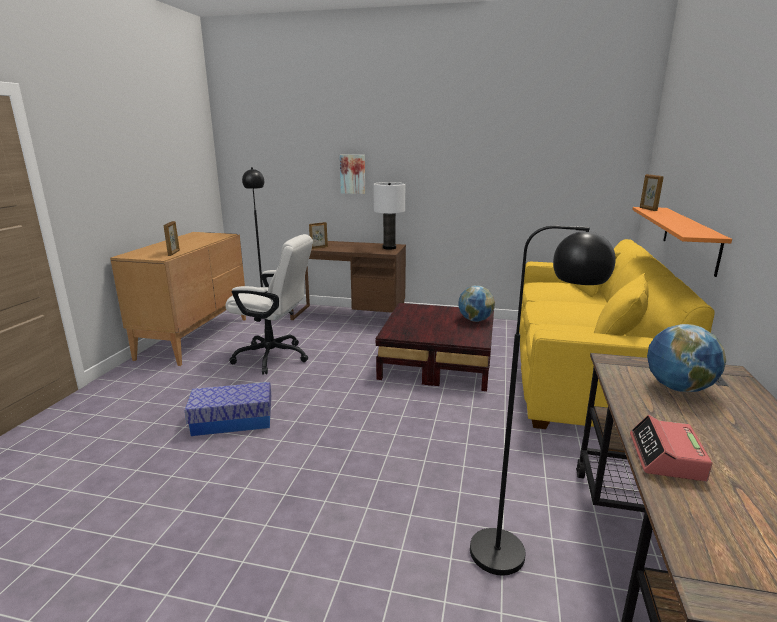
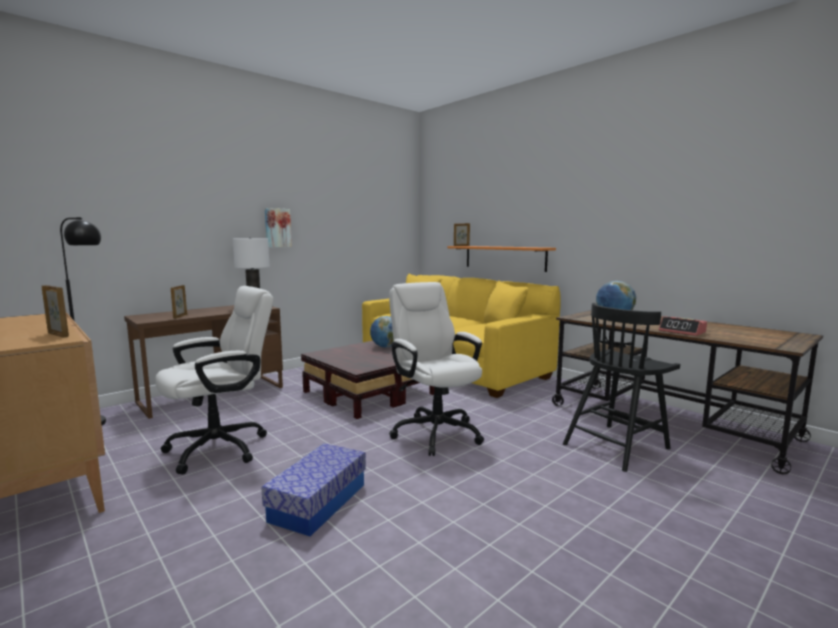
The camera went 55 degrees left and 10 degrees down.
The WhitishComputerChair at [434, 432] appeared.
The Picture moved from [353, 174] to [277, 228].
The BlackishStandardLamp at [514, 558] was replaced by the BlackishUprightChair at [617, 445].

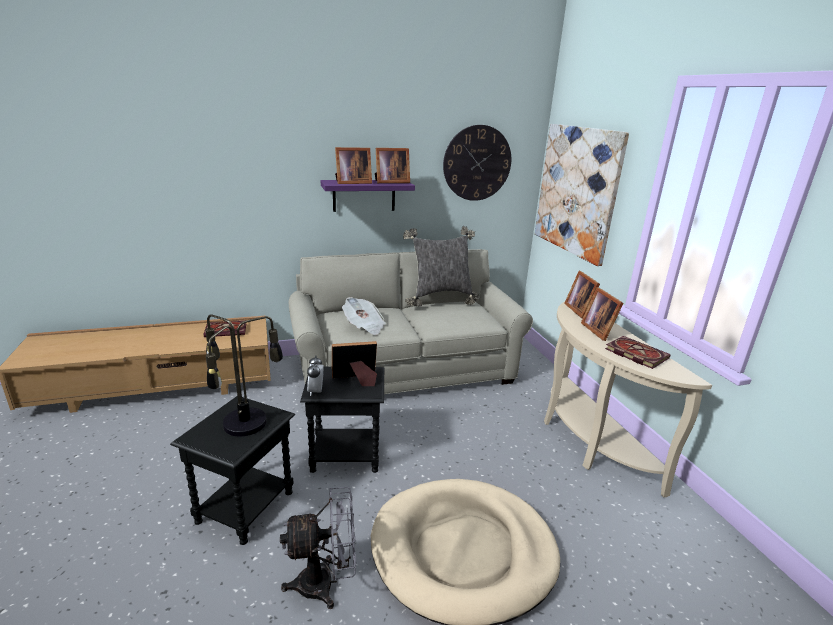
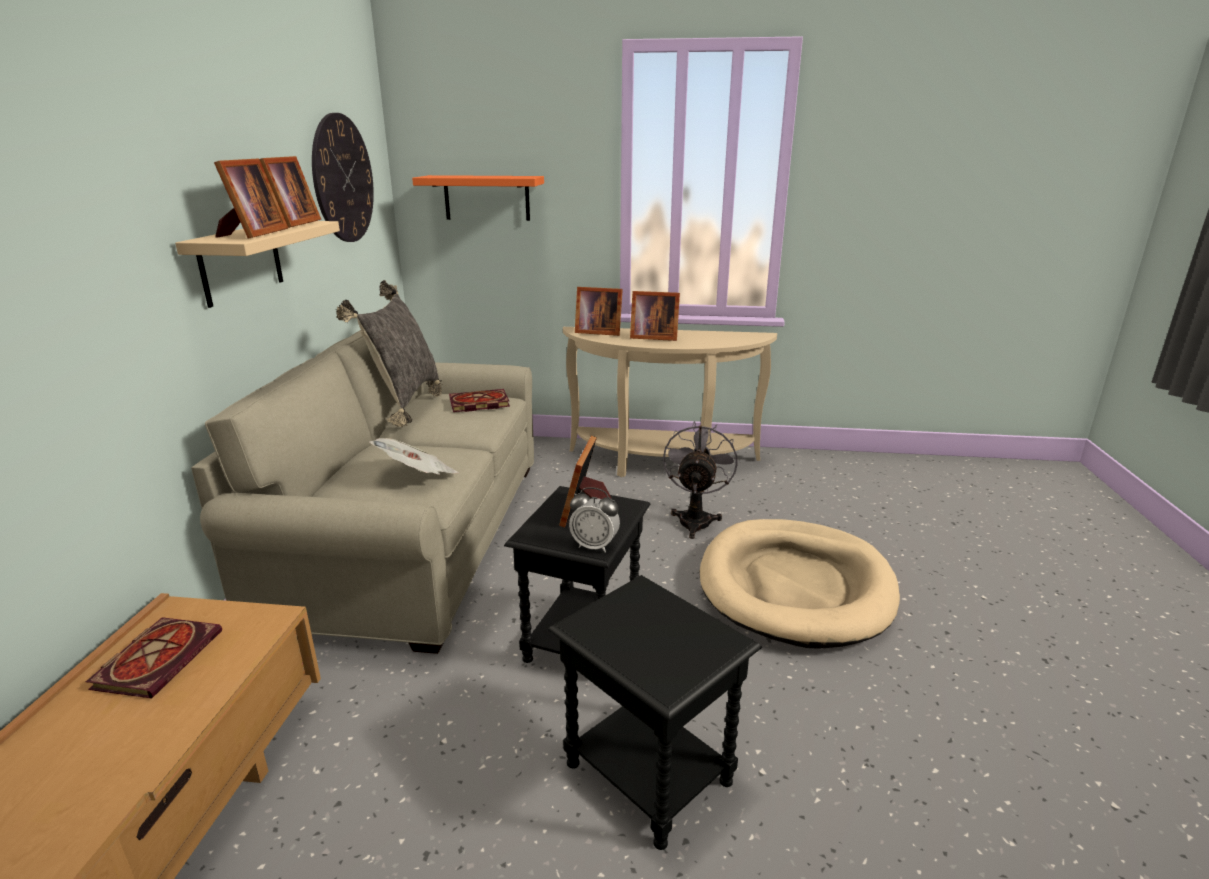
The camera went 65 degrees left and 0 degrees up.
The TabletopLamp at [244, 423] disappeared.
The GrayElectricFan moved from [325, 583] to [695, 518].
The BoundBook moved from [634, 353] to [478, 403].
The Picture at [577, 191] was replaced by the OrangeColouredShelf at [487, 198].
The PurpleColouredShelf at [364, 195] became the BeigeShelf at [241, 262].

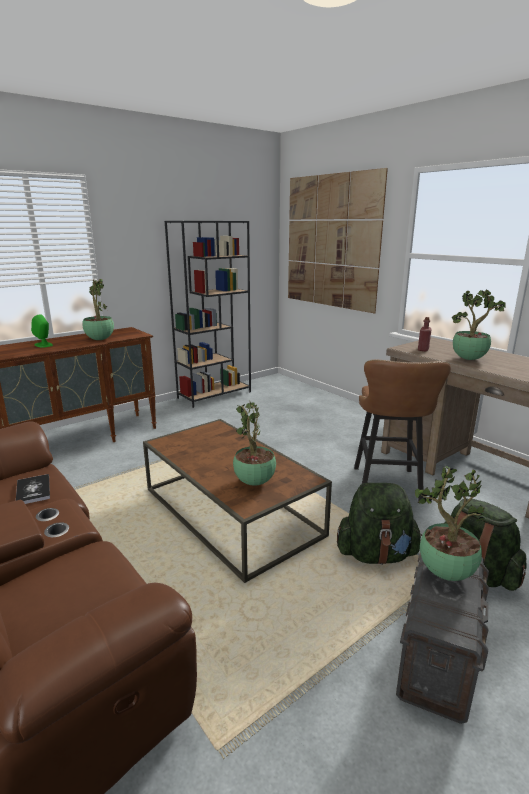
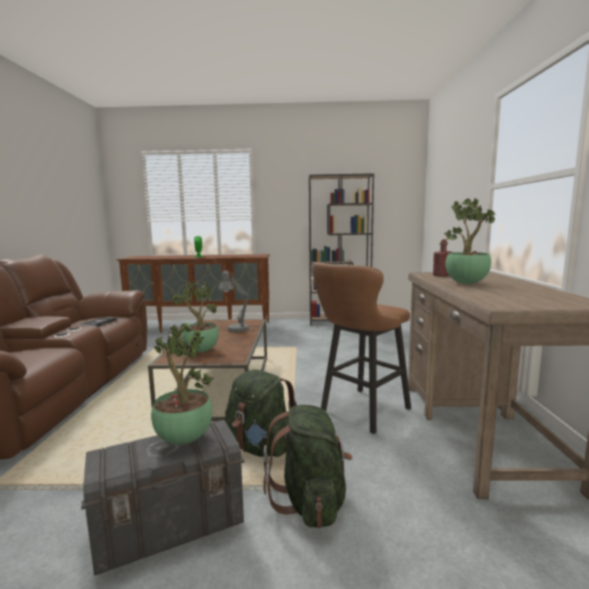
The camera went 40 degrees right and 10 degrees down.
The PottedPlant at [99, 339] disappeared.
The Picture at [331, 242] disappeared.
The GrayTabletopLamp at [235, 328] appeared.

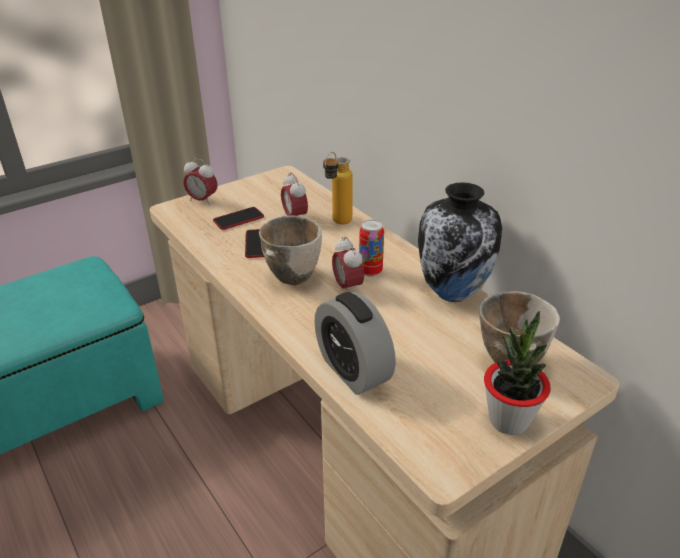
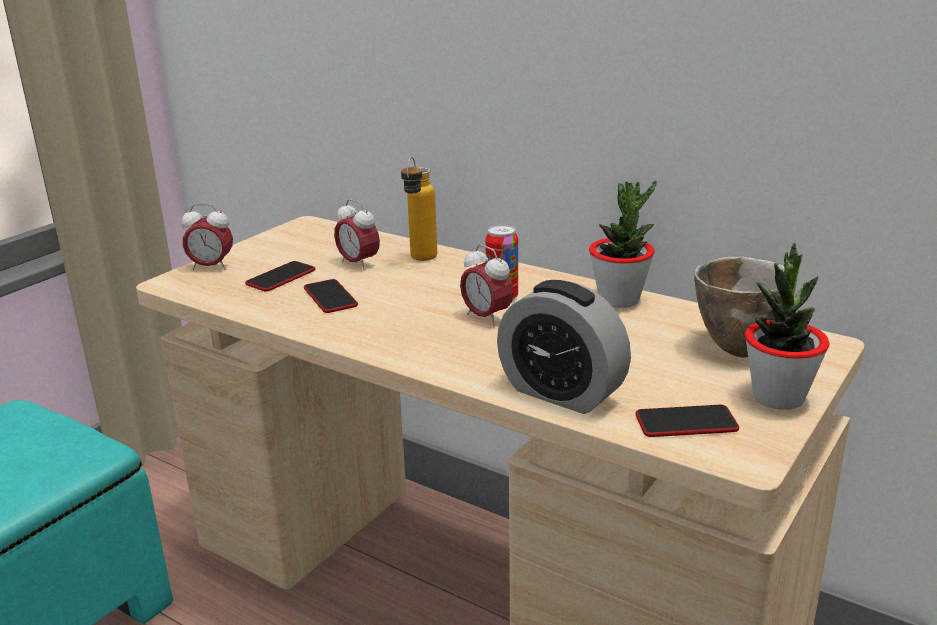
The camera went 20 degrees left and 10 degrees down.
The ServingBowl at [295, 276] disappeared.
The Telephone at [686, 423] appeared.
The Vase at [453, 293] was replaced by the PottedPlant at [619, 300].

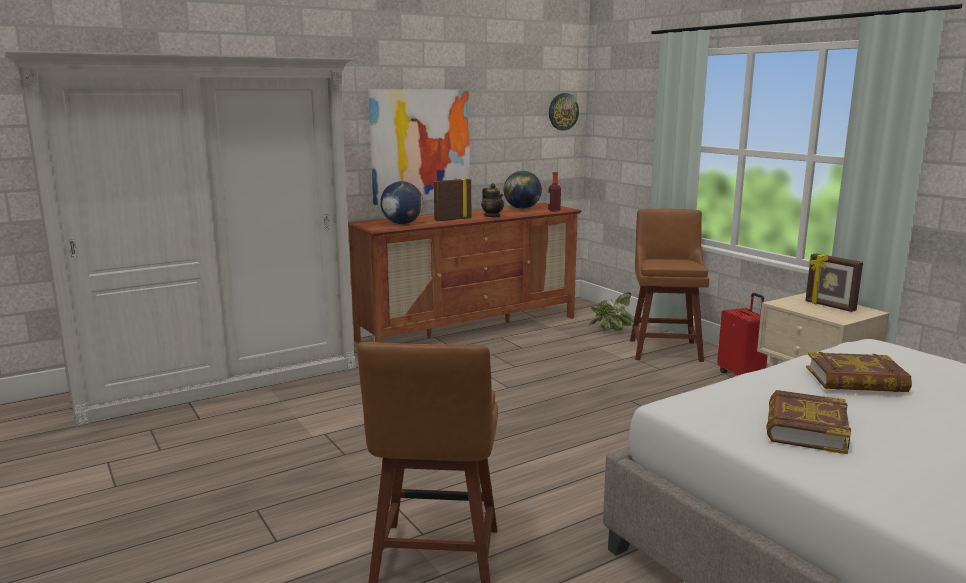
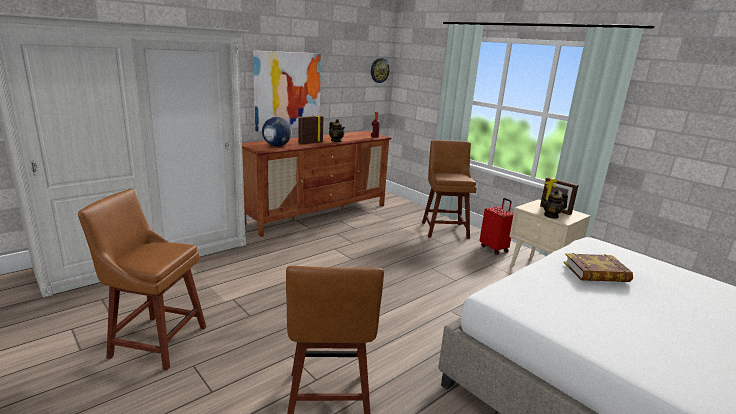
The camera went 10 degrees left and 5 degrees up.
The DeskGlobe at [522, 208] disappeared.
The PottedPlant at [612, 331] disappeared.
The BoundBook at [805, 428] disappeared.
The BrownColouredUprightChair at [155, 340] appeared.
The PotForTea at [551, 216] appeared.

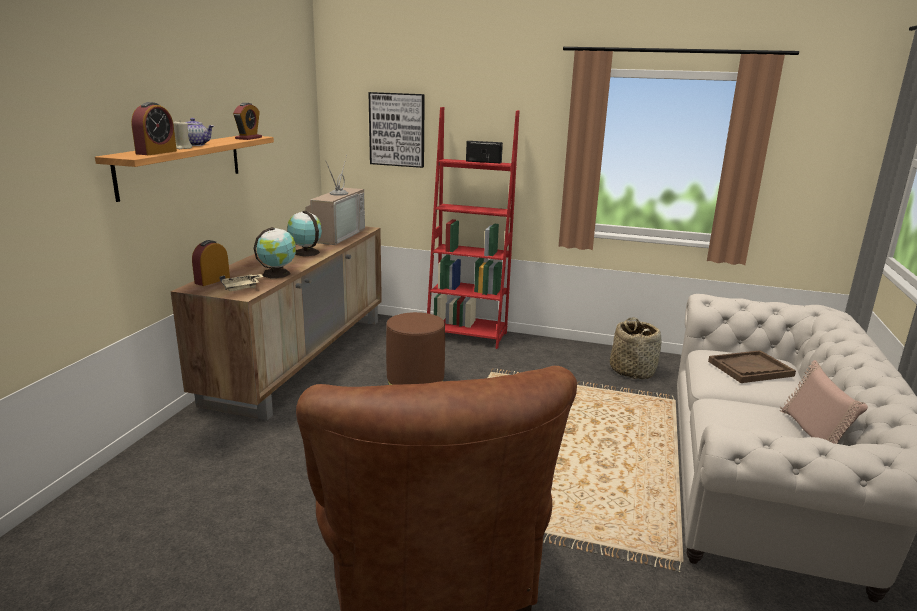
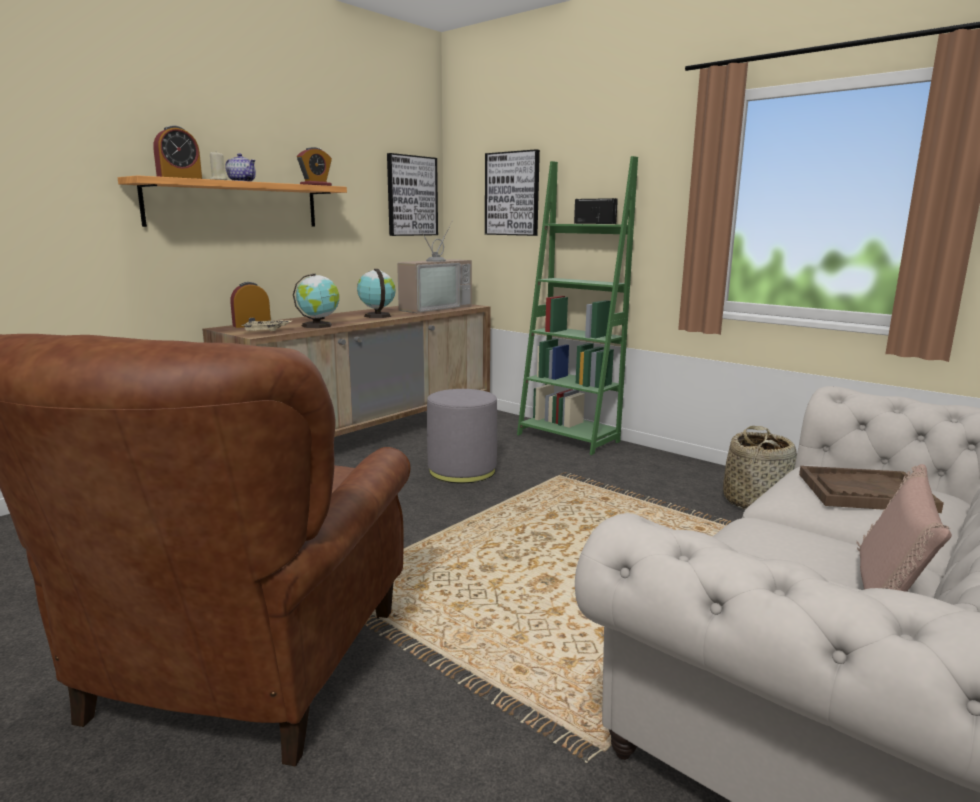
The camera went 25 degrees right and 5 degrees down.
The Picture at [411, 196] appeared.
The BrownColouredFootrest at [415, 381] became the GrayFootrest at [462, 470].
The RedColouredShelvingUnit at [466, 335] became the GreenShelvingUnit at [568, 438].

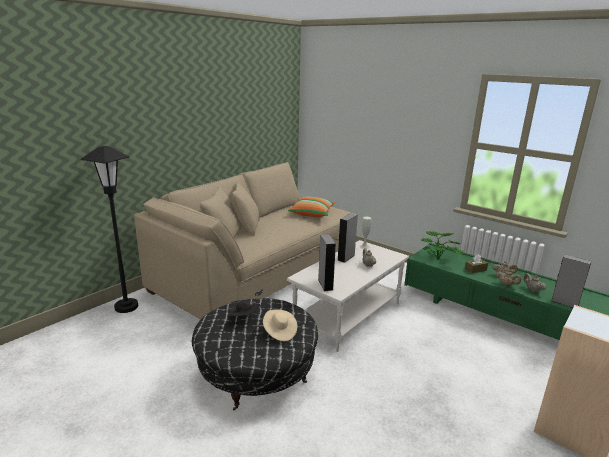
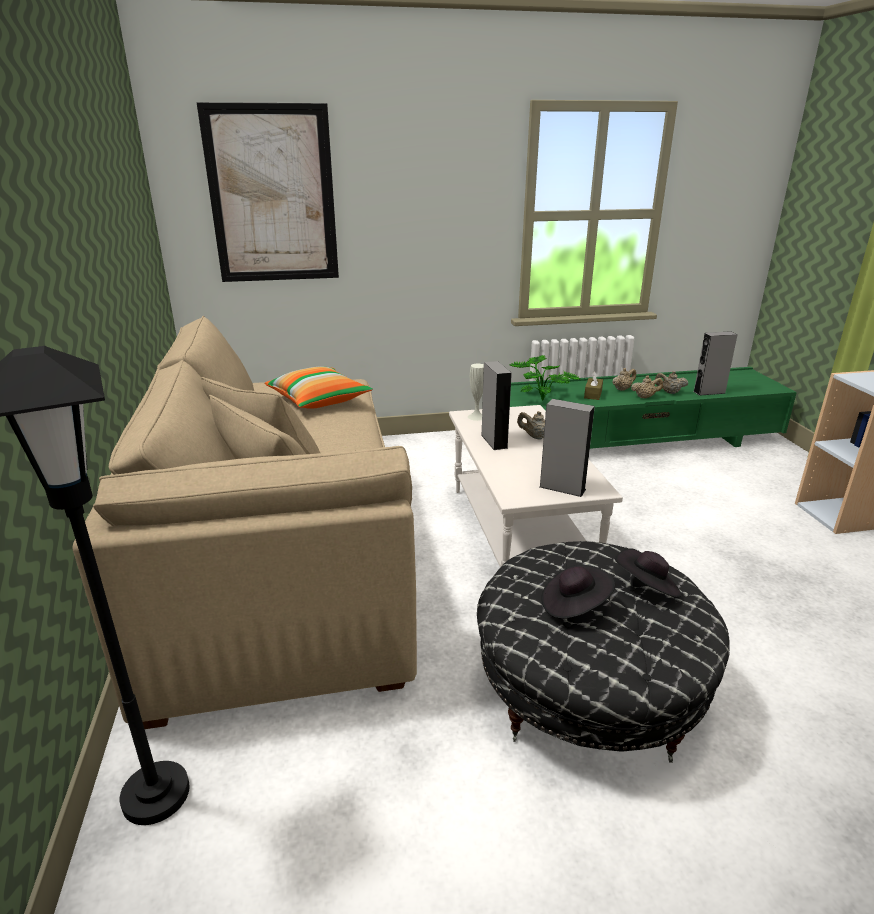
The camera went 50 degrees left and 5 degrees up.
The Picture at [272, 196] appeared.
The BeigeClothingHat at [279, 332] became the BlackishClothingHat at [647, 587].

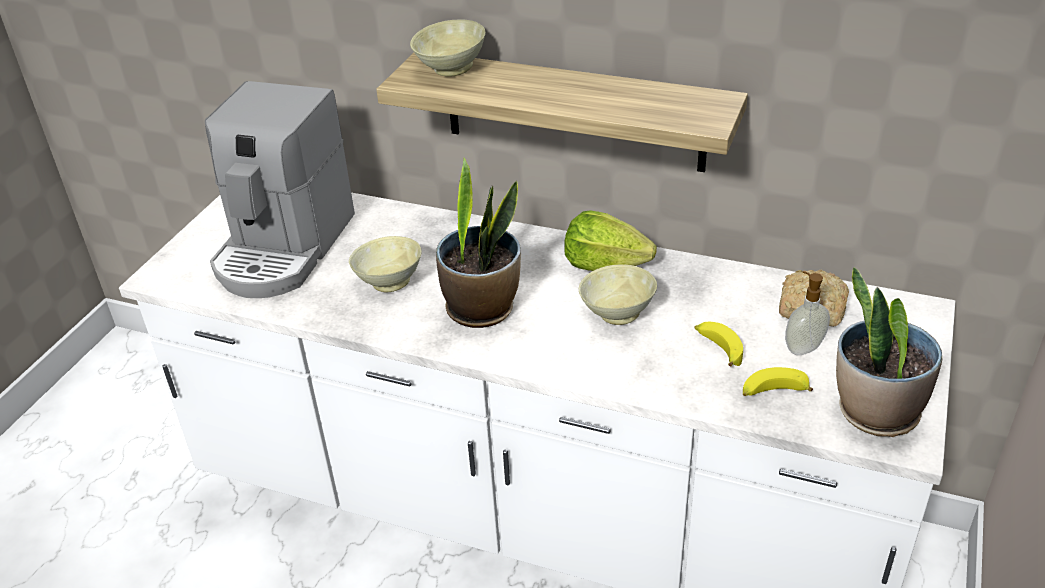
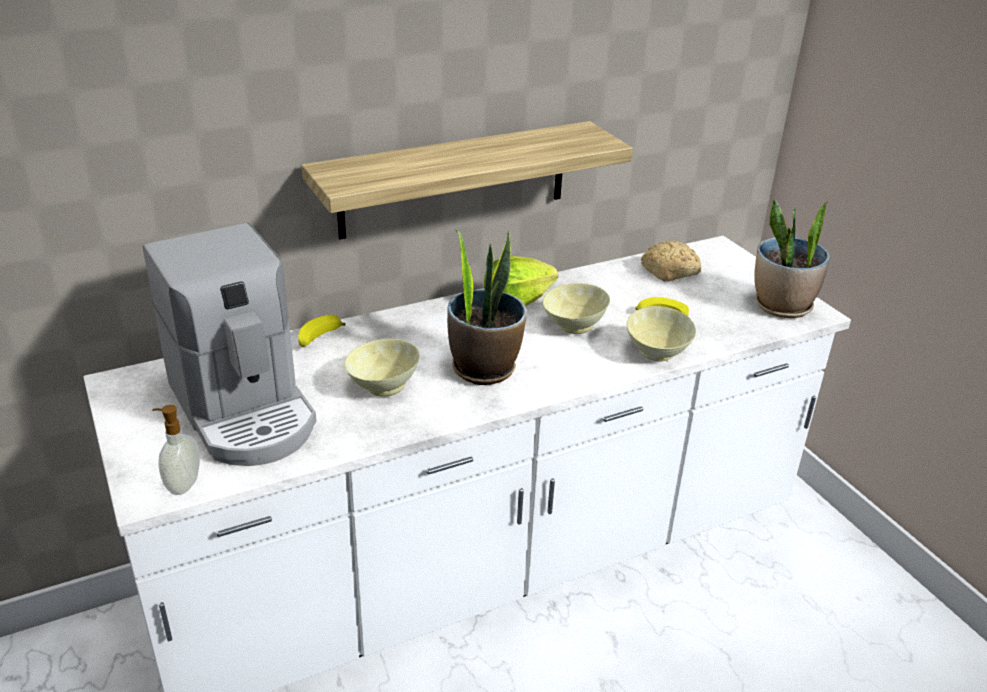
The camera went 50 degrees left and 5 degrees down.
The BeigeServingBowl moved from [450, 69] to [656, 353].
The BananaFruit moved from [773, 392] to [319, 339].
The SoapBottle moved from [802, 347] to [182, 484].

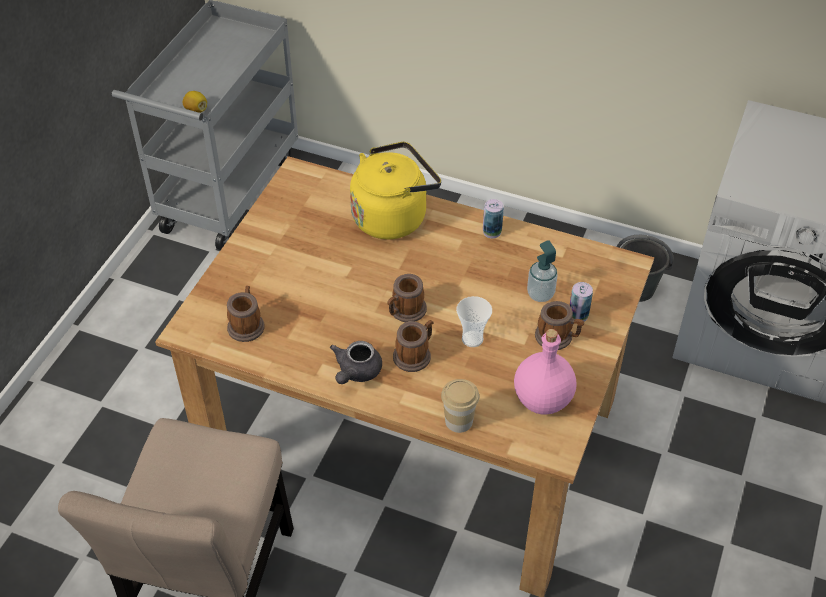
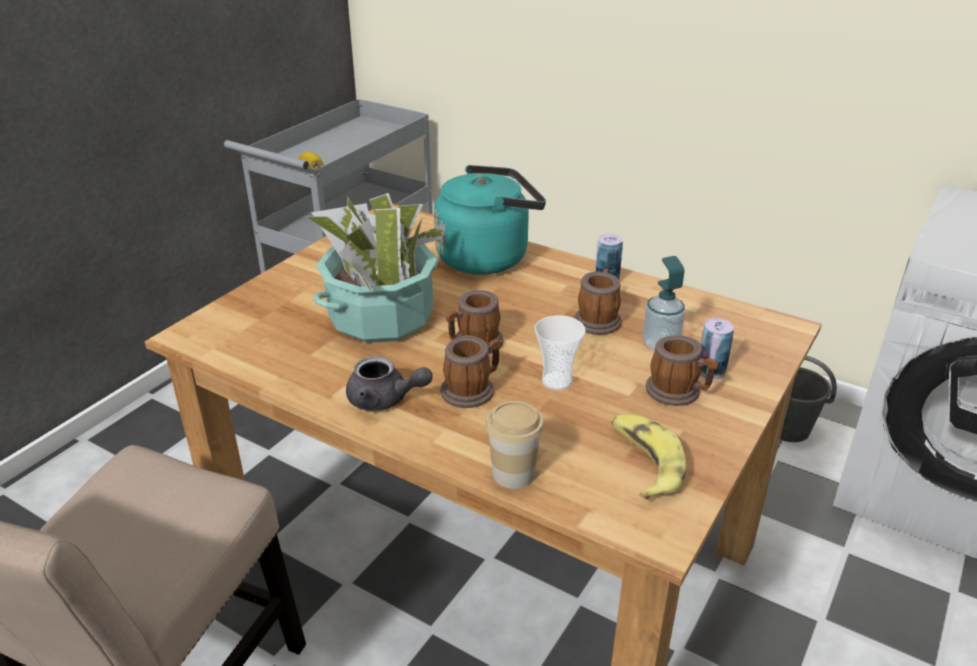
The camera went 10 degrees right and 15 degrees down.
The PottedPlant at [381, 318] appeared.
The TeaMug moved from [246, 324] to [598, 319].
The PinkColouredBeverageBottle at [541, 400] was replaced by the BananaFruit at [644, 462].
The YellowishTeaKettle at [393, 216] became the BlueGreenTeaKettle at [487, 257].
The GrayPotForTea at [356, 372] turned 105 degrees counterclockwise.

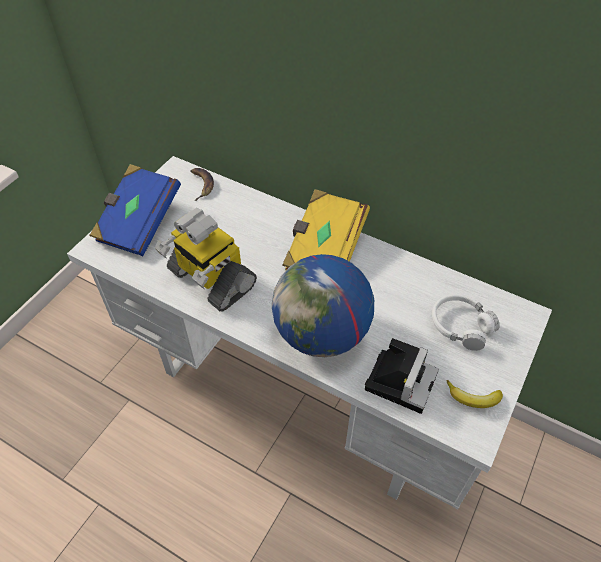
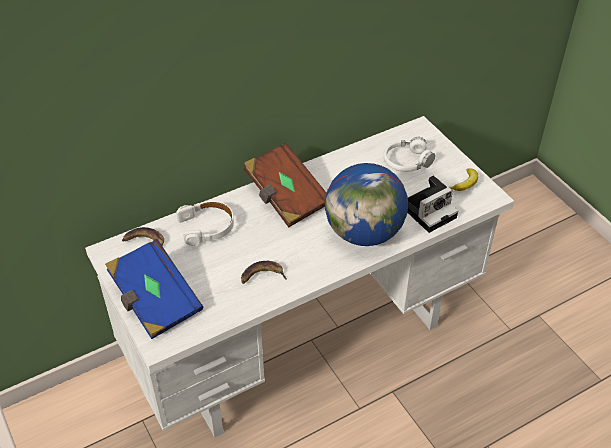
The camera went 60 degrees left and 5 degrees down.
The WhitishHeadphones at [207, 227] appeared.
The ToyRobot at [210, 279] was replaced by the BananaFruit at [262, 275].
The YellowishBoundBook at [324, 250] became the BrownColouredBoundBook at [286, 197].
The PhotoCamera at [400, 380] turned 90 degrees clockwise.

